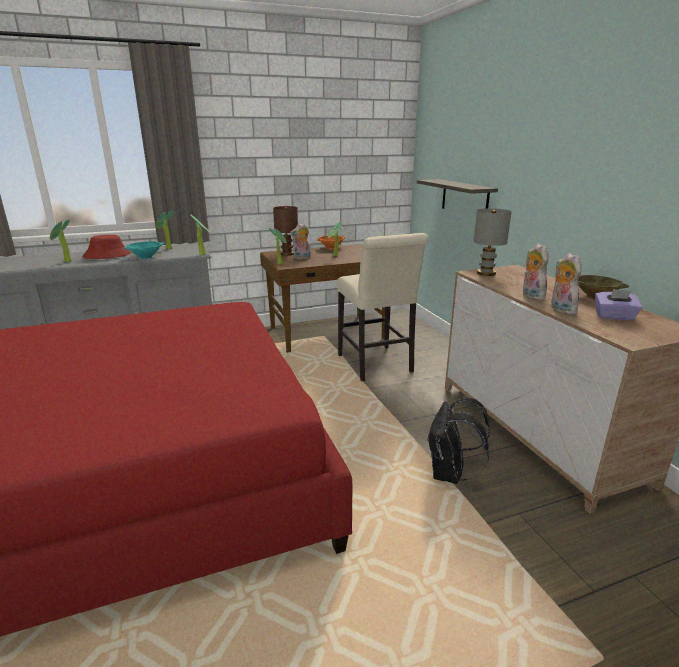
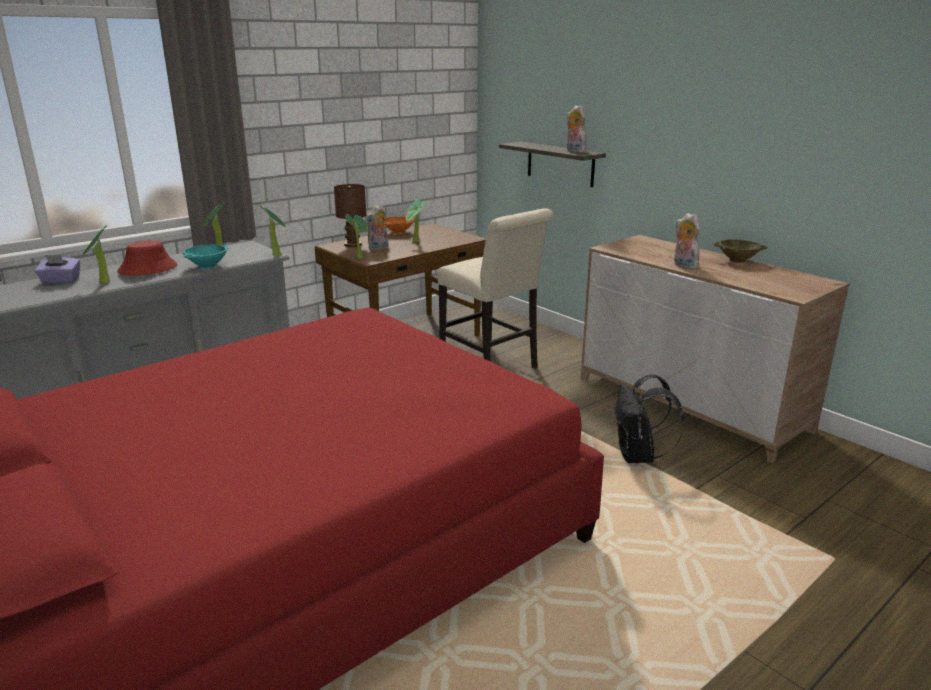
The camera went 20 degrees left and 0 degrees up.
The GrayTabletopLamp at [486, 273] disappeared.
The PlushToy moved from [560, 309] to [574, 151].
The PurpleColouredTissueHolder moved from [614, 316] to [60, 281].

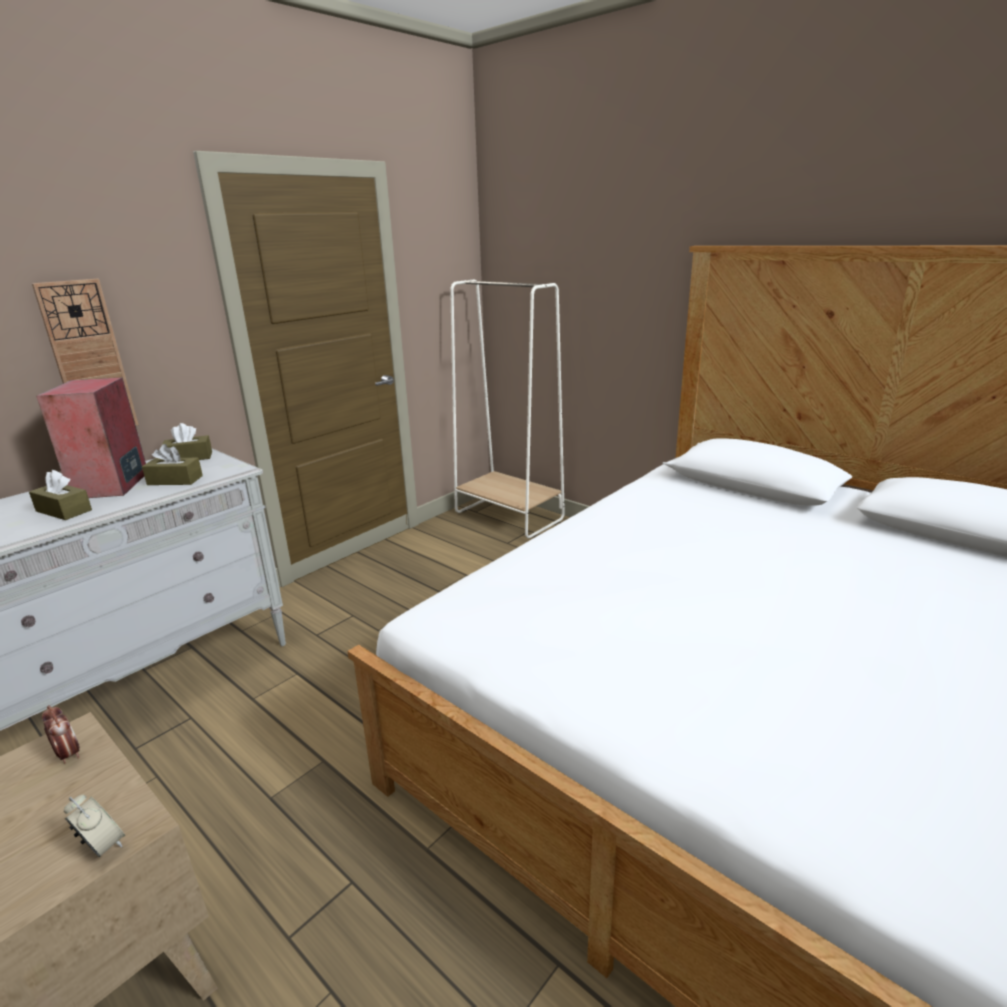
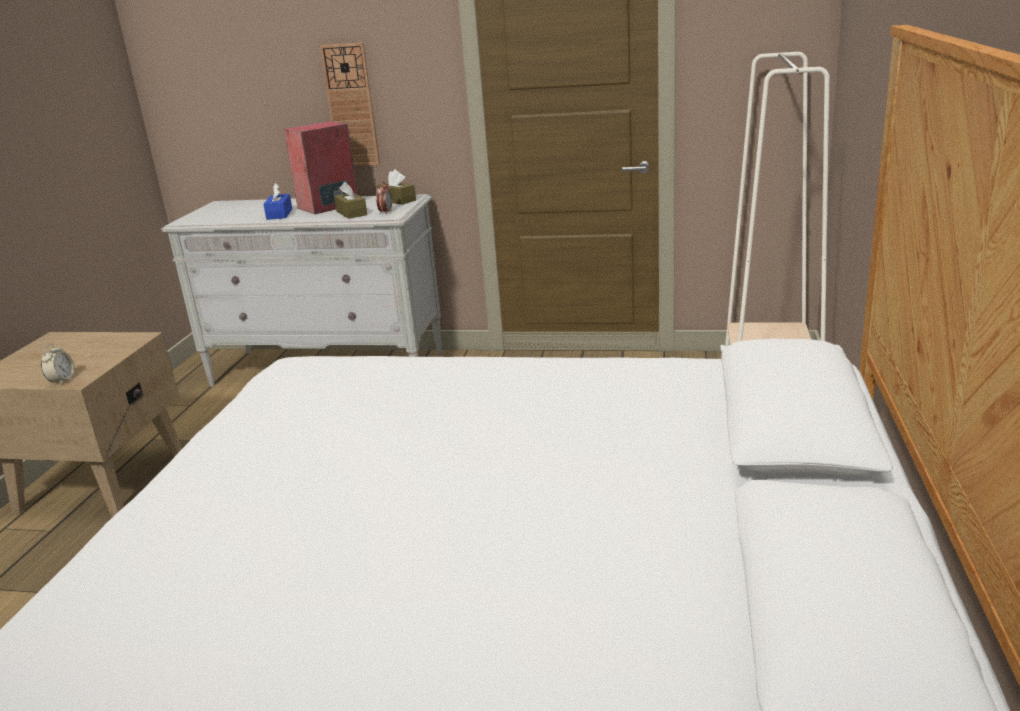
The camera went 60 degrees right and 0 degrees up.
The AlarmClock moved from [68, 754] to [385, 212].
The BrownColouredTissueHolder at [64, 511] became the BlueTissueHolder at [279, 214].

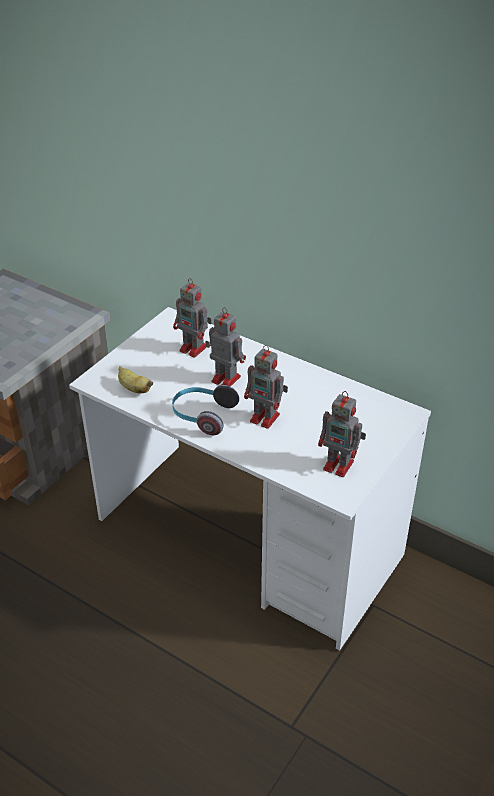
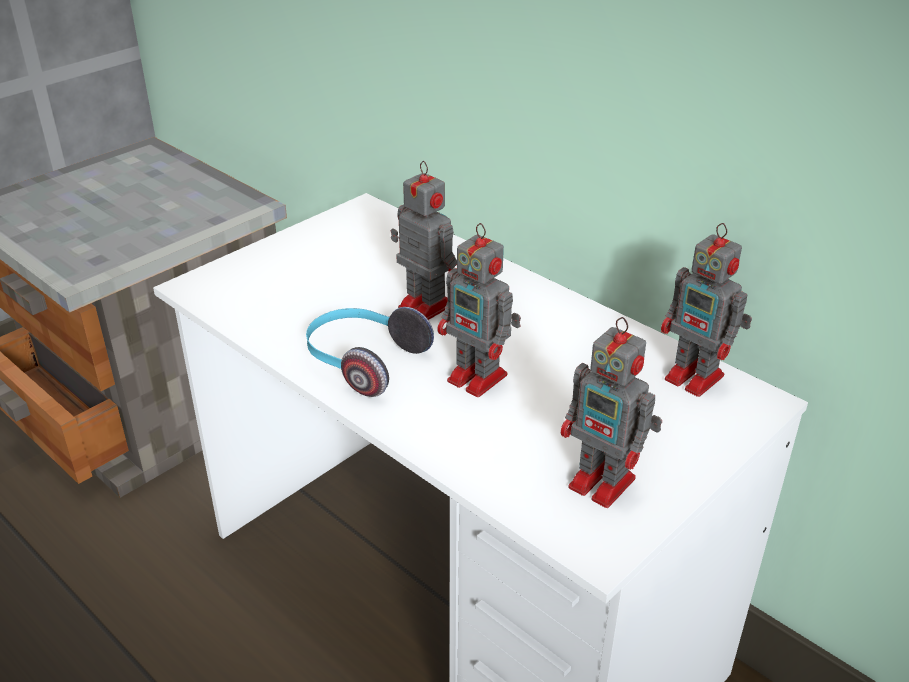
The camera went 10 degrees right and 5 degrees down.
The BananaFruit at [133, 388] disappeared.
The ToyRobot moved from [194, 349] to [697, 378].

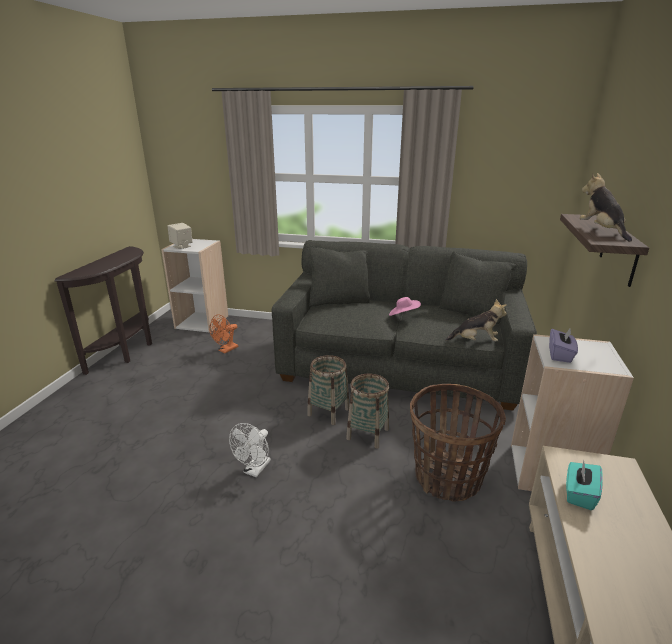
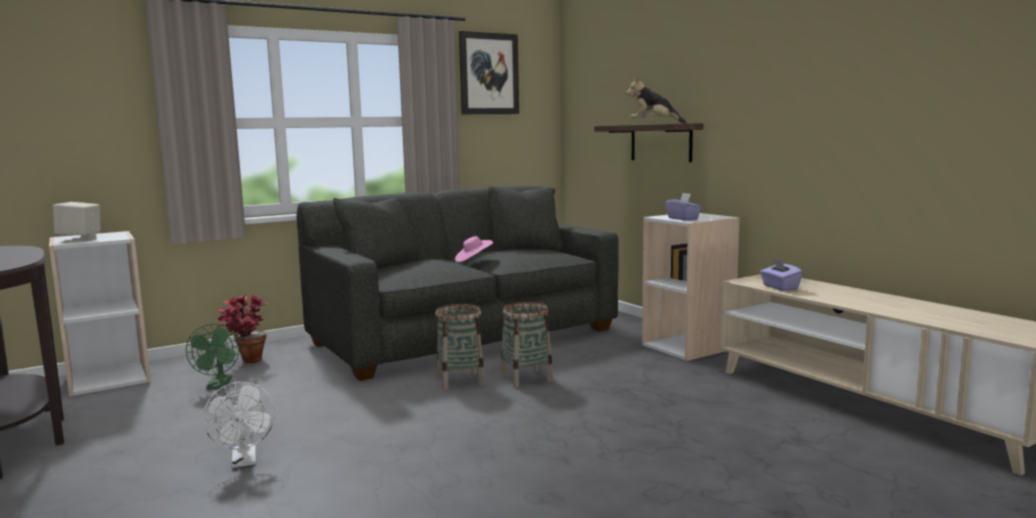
The camera went 45 degrees left and 15 degrees down.
The StorageBasket at [447, 478] disappeared.
The PlushToy at [475, 341] disappeared.
The PottedPlant at [245, 362] appeared.
The Picture at [489, 74] appeared.
The WhitishElectricFan moved from [255, 470] to [245, 461].
The OrangeColouredElectricFan at [226, 350] became the GreenElectricFan at [218, 386].
The BlueGreenTissueHolder at [579, 494] became the PurpleColouredTissueHolder at [779, 287].

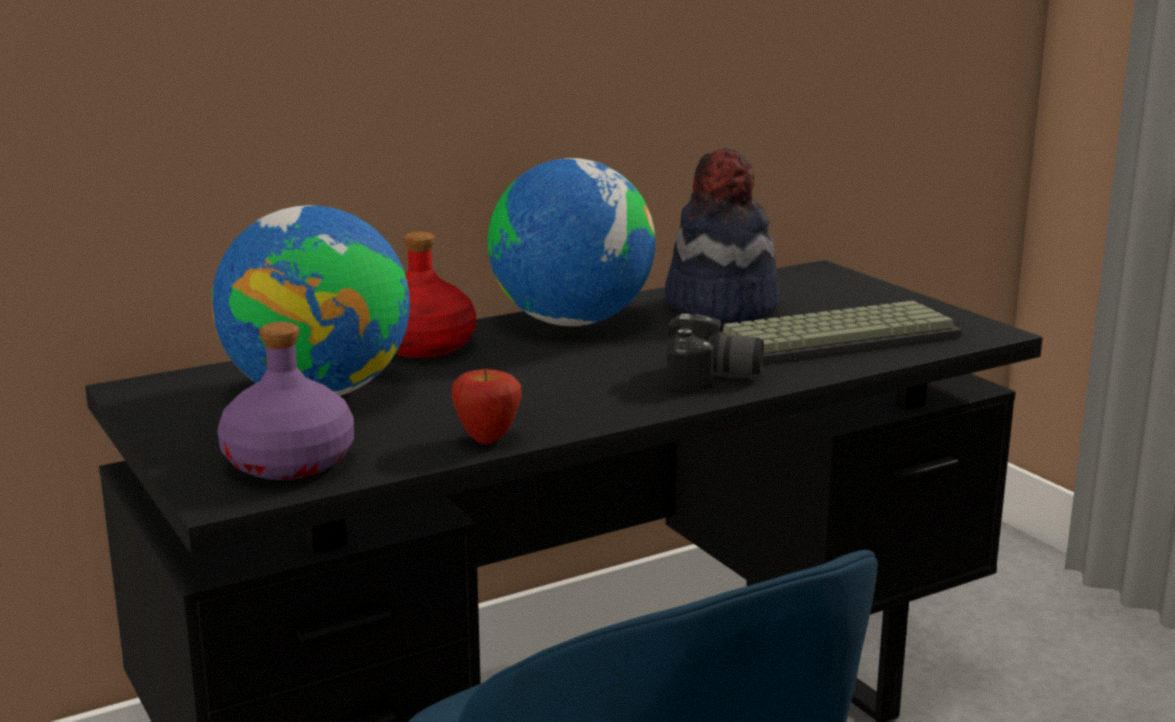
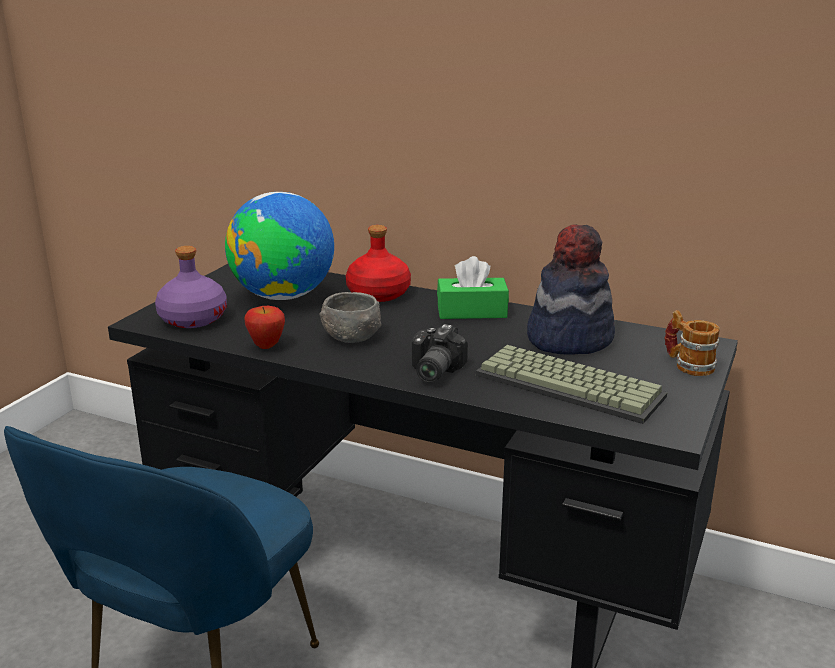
The camera went 55 degrees right and 5 degrees up.
The GrayServingBowl at [351, 336] appeared.
The TeaMug at [688, 365] appeared.
The DeskGlobe at [571, 322] was replaced by the GreenTissueHolder at [472, 311].
The PhotoCamera at [713, 379] turned 45 degrees clockwise.

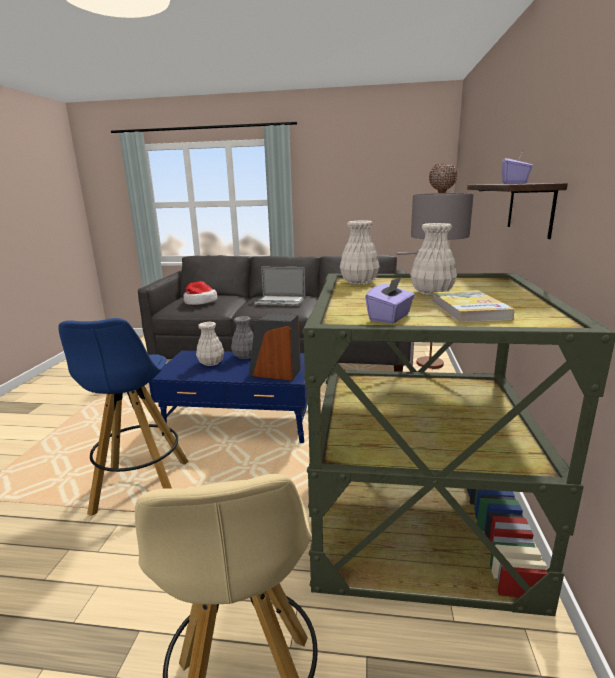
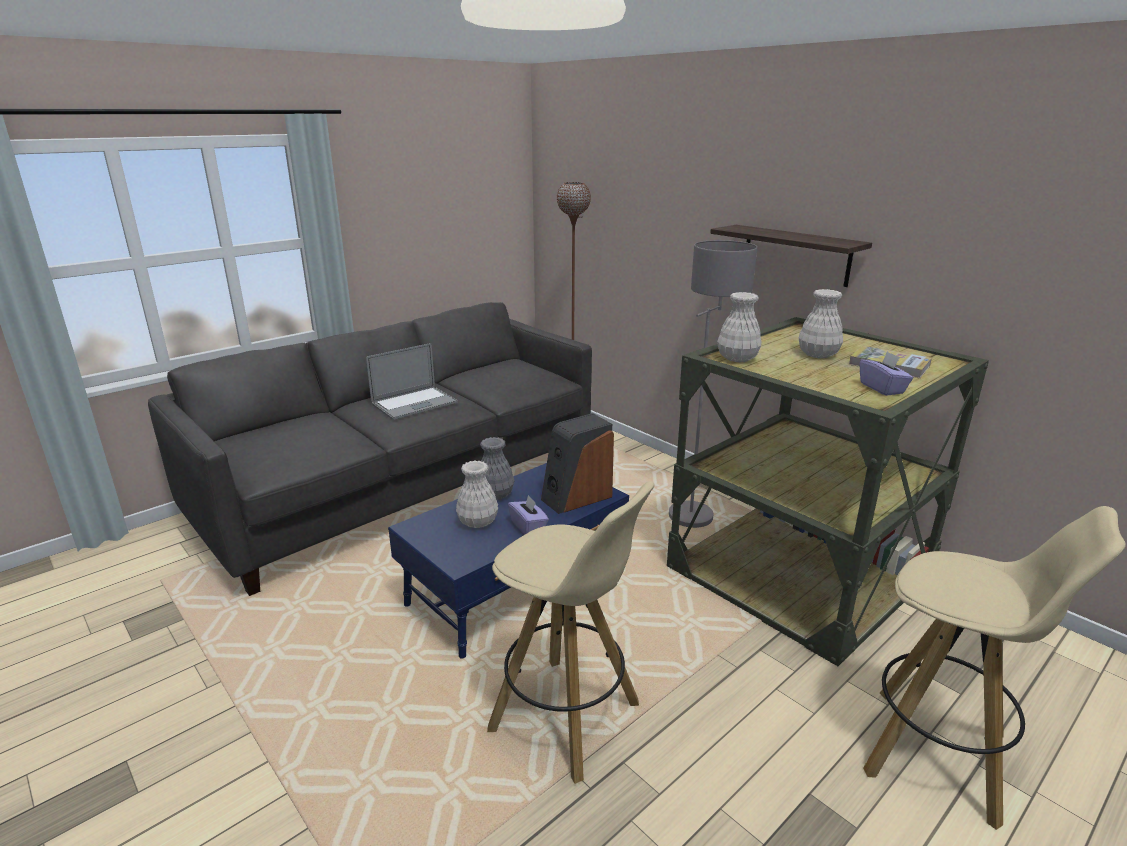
The camera went 50 degrees left and 5 degrees up.
The ClothingHat at [200, 302] disappeared.
The PurpleColouredTissueHolder moved from [514, 183] to [528, 527].
The BlueSittingStool at [141, 488] became the BeigeSittingStool at [567, 717].

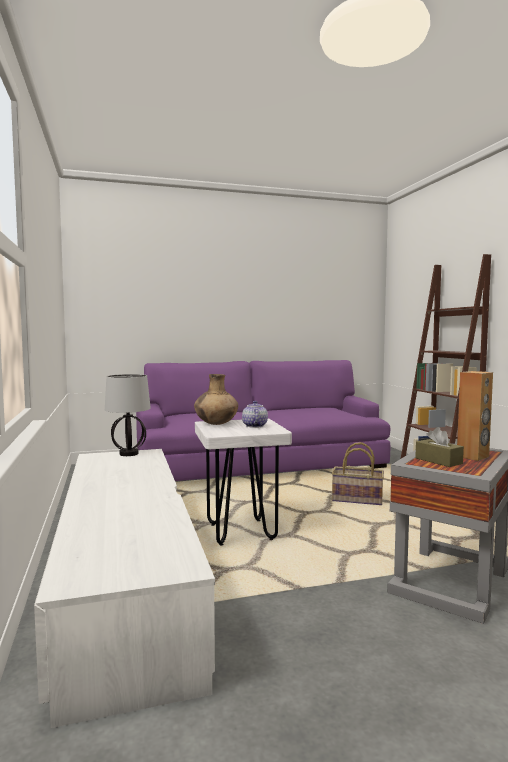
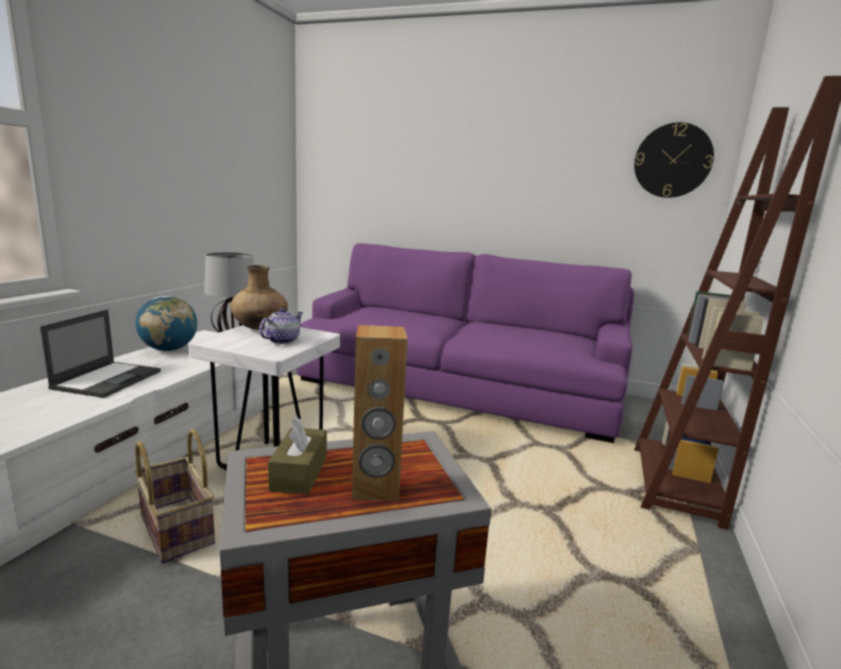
The camera went 35 degrees right and 10 degrees up.
The PortableComputer at [108, 379] appeared.
The DeskGlobe at [169, 349] appeared.
The ClockOnTheWall at [672, 160] appeared.
The StorageBasket moved from [357, 500] to [175, 529].

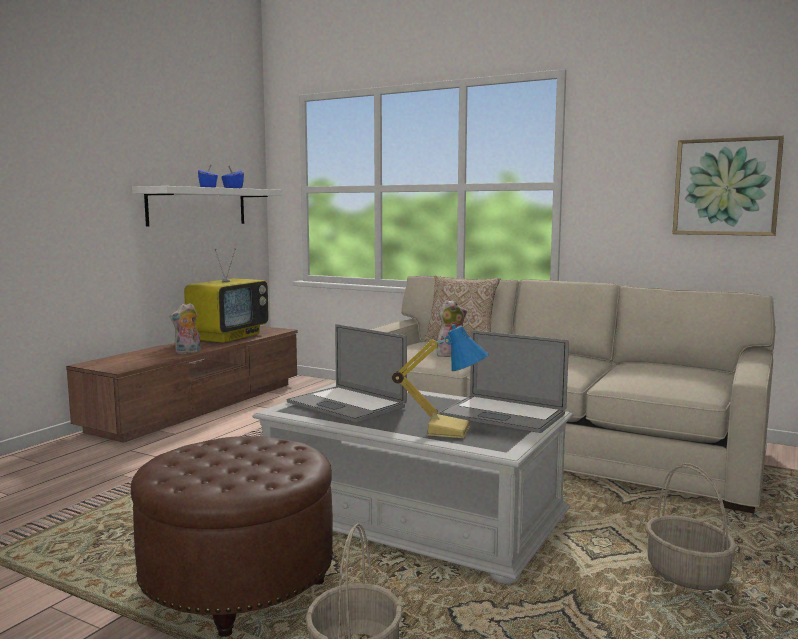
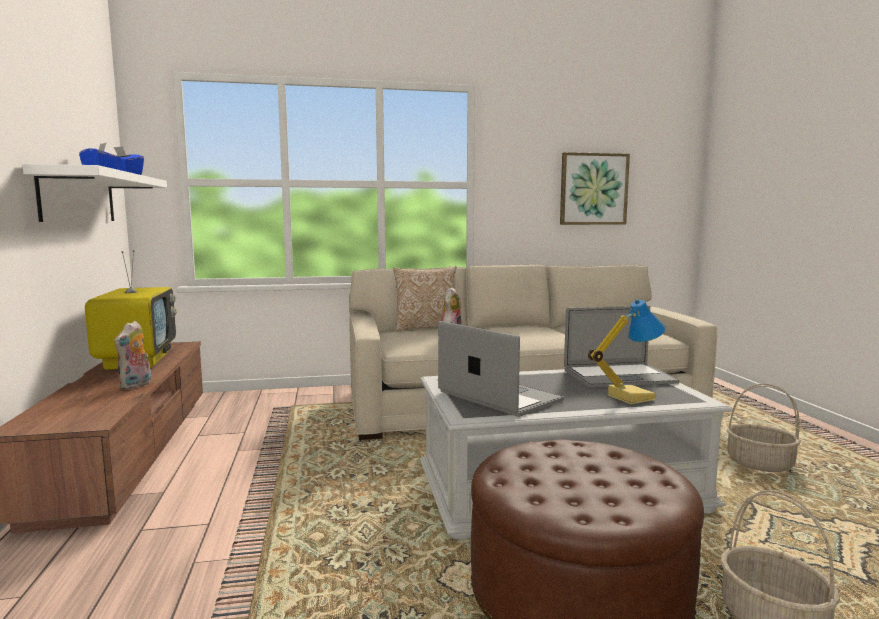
The camera went 40 degrees left and 0 degrees up.
The PortableComputer at [346, 404] turned 135 degrees counterclockwise.

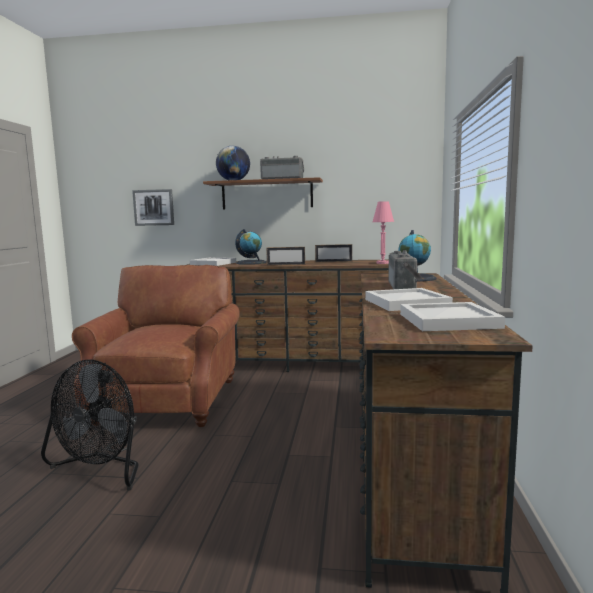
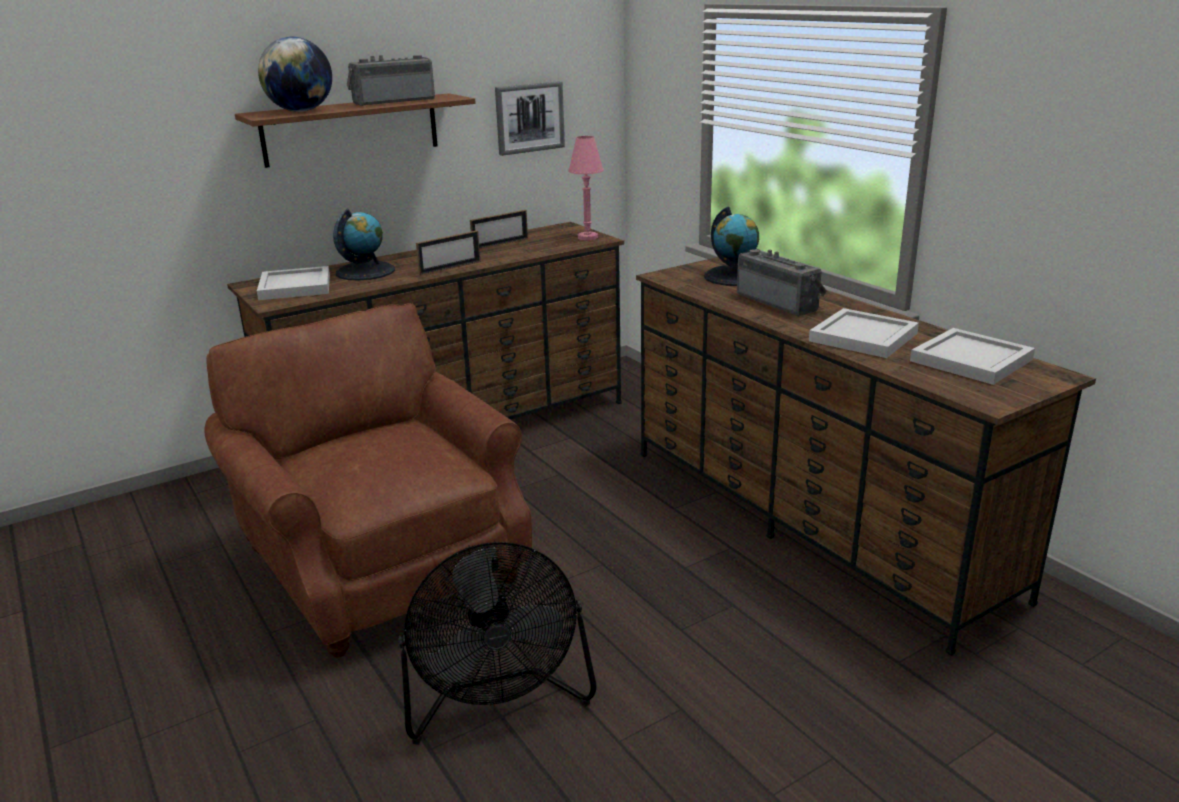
The camera went 40 degrees left and 15 degrees up.
The Picture moved from [154, 207] to [529, 117].

